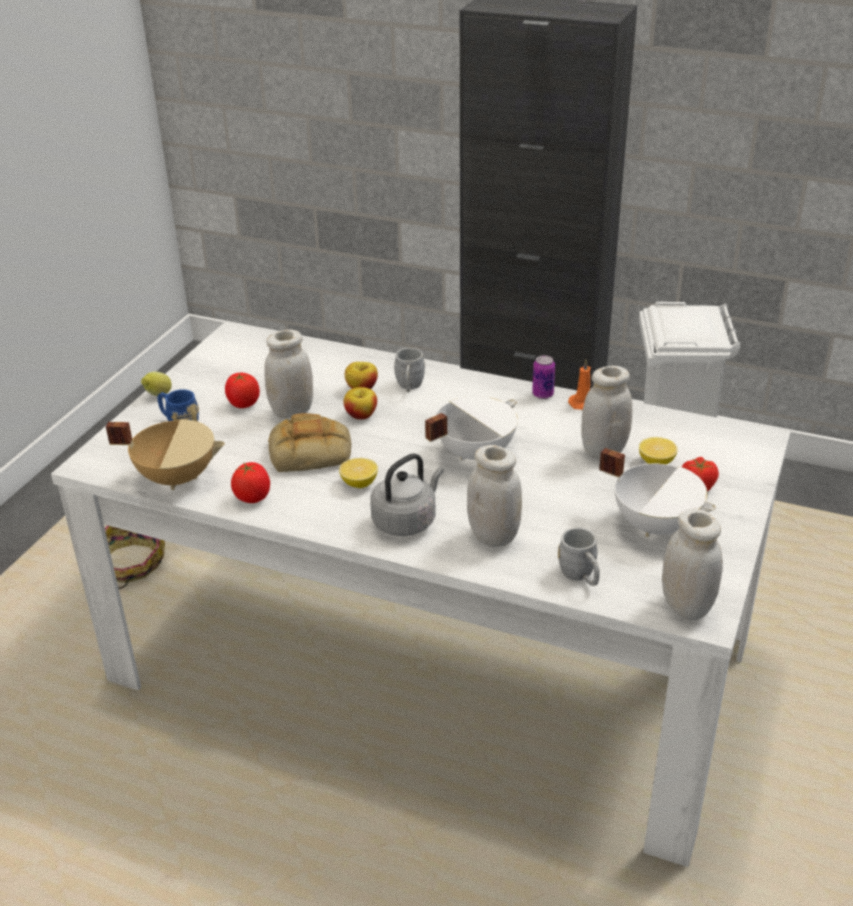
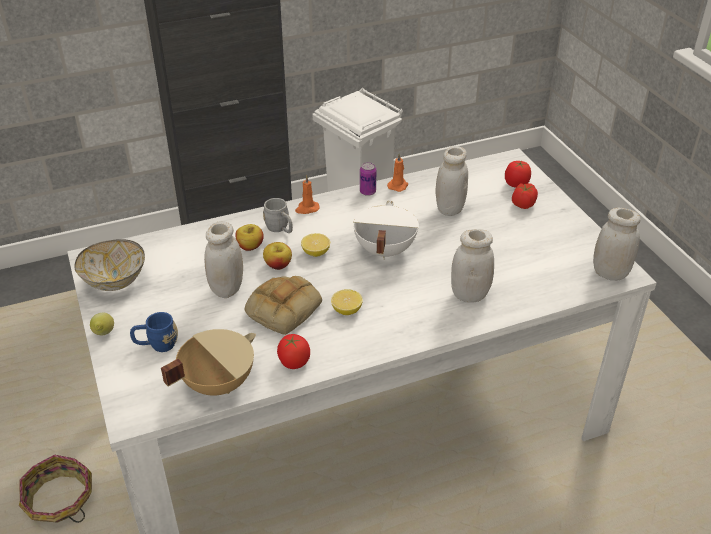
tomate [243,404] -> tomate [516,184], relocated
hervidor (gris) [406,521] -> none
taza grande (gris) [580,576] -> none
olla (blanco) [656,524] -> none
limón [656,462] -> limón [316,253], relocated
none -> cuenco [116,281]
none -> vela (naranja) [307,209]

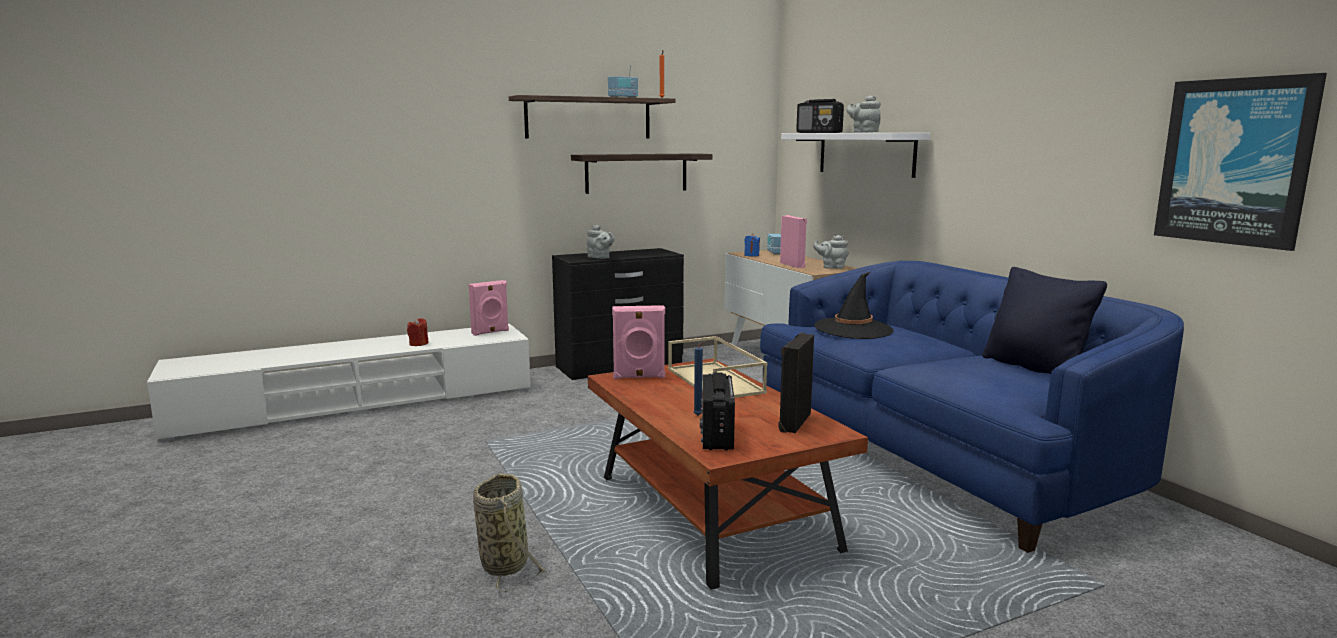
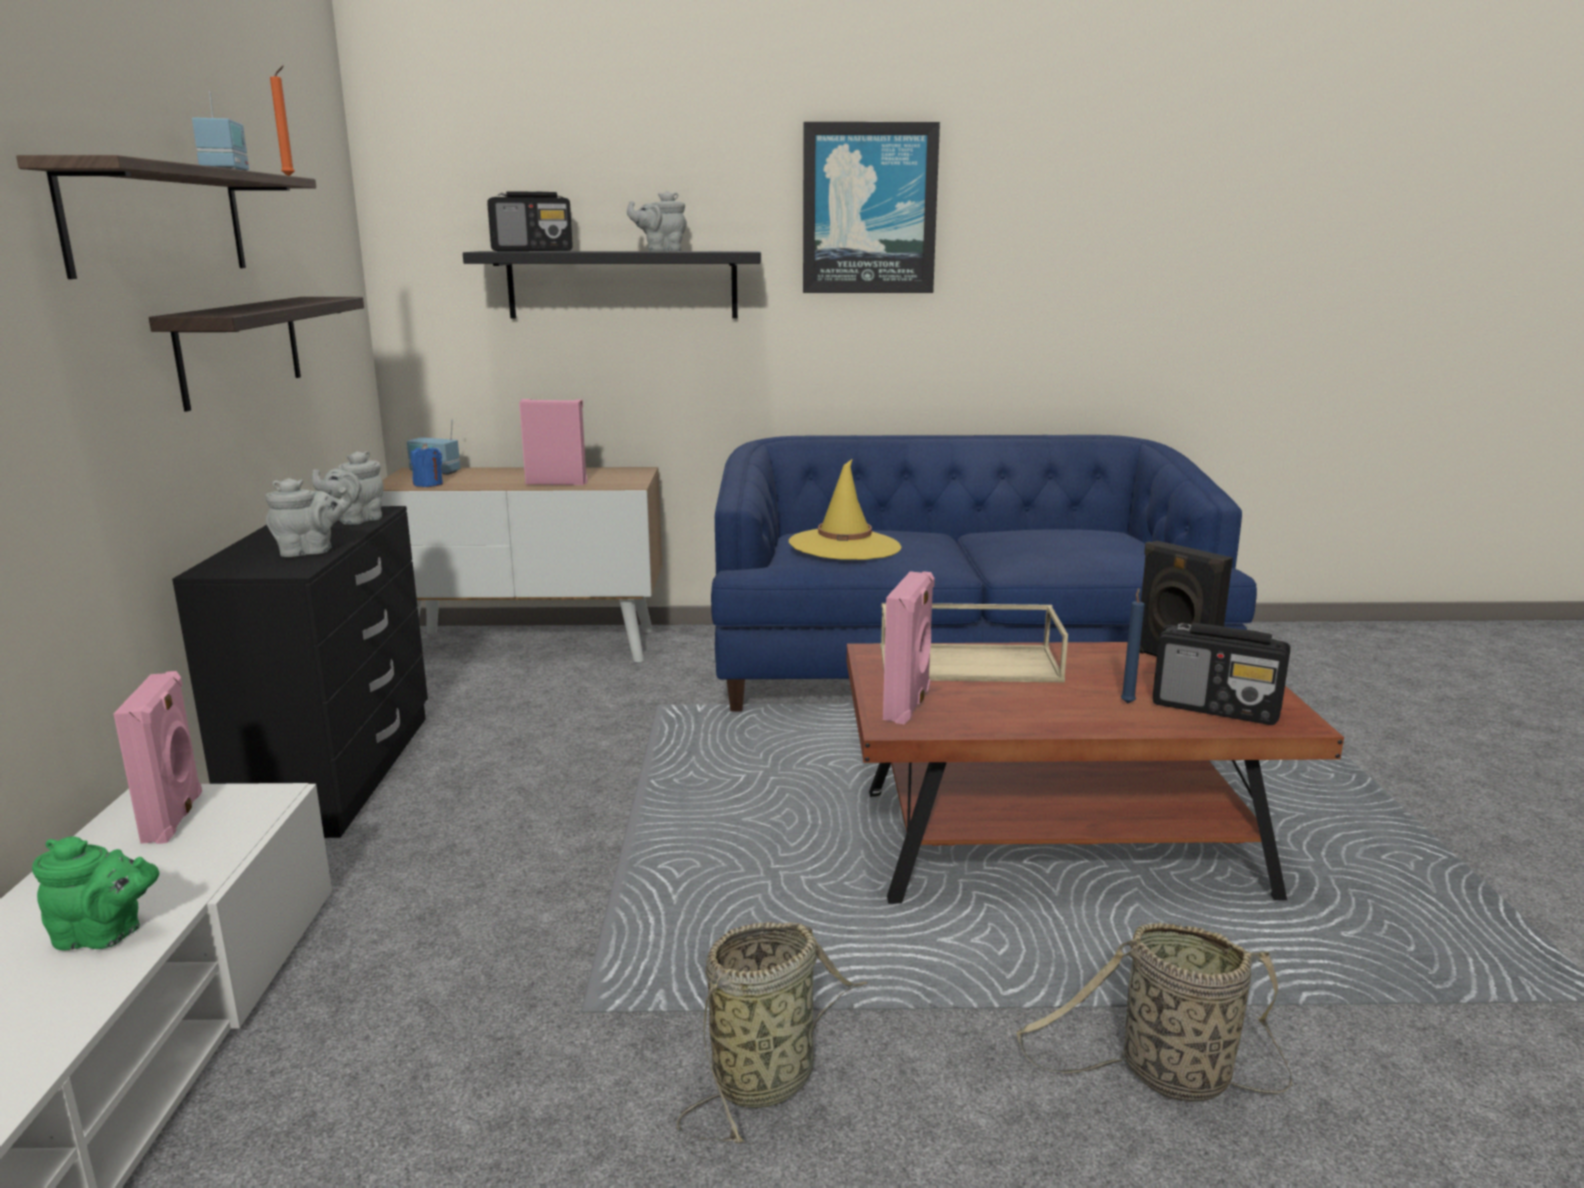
vela (rojo) [418,344] -> tetera (verde) [104,935]
estante (blanco) [865,153] -> estante (negro) [622,285]
tetera (gris) [831,267] -> tetera (gris) [356,520], relocated
sombrero (negro) [853,329] -> sombrero (amarillo) [845,546]
cojín (negro) [1035,368] -> none
cuadro [1234,161] -> cuadro [869,209], relocated
none -> cesta [769,1077]

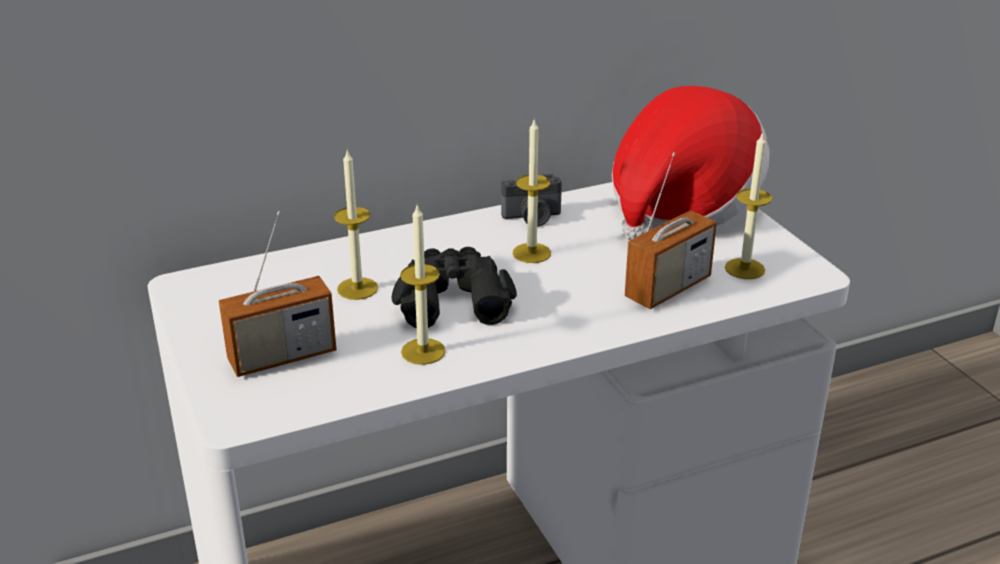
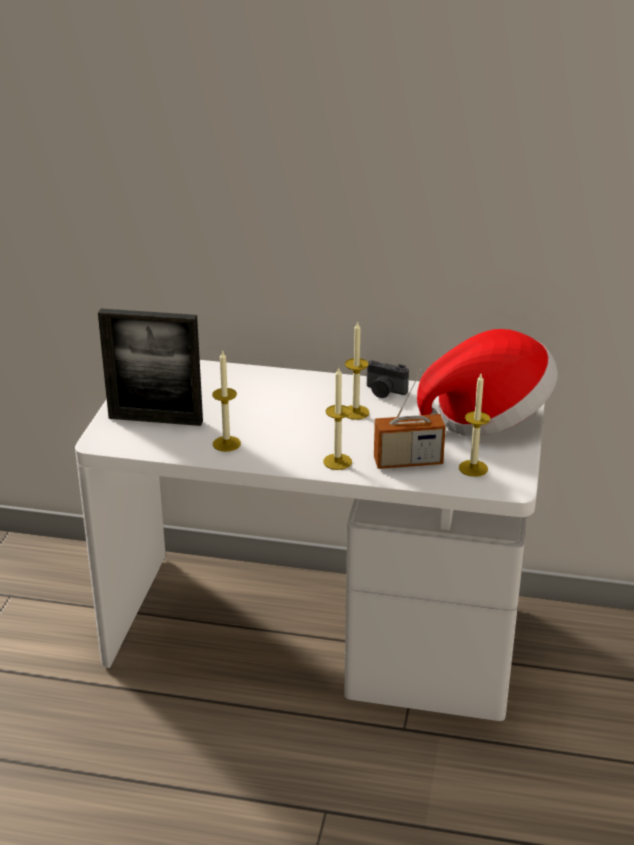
radio [282,357] -> portarretratos [155,419]
vela [357,288] -> vela [337,461], relocated
prismáticos (negro) [453,298] -> none

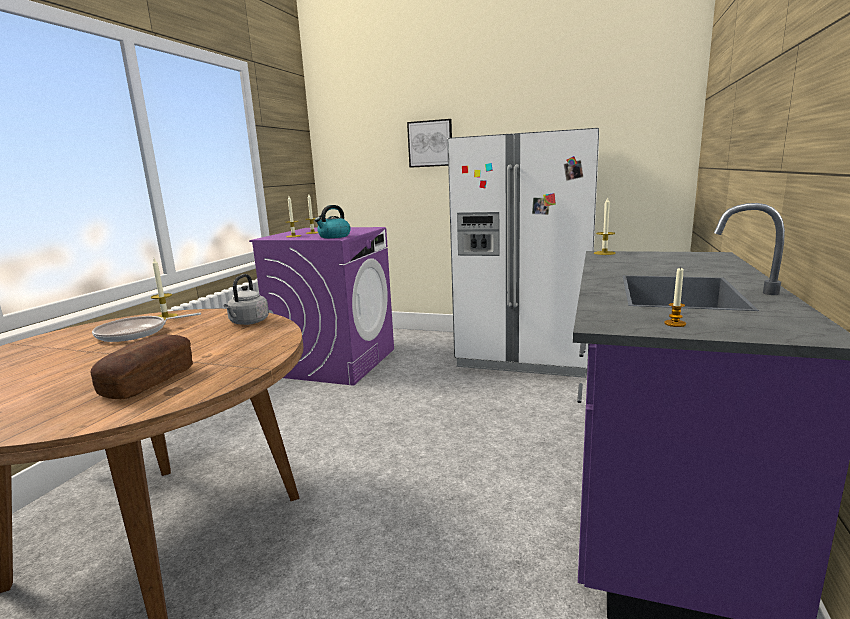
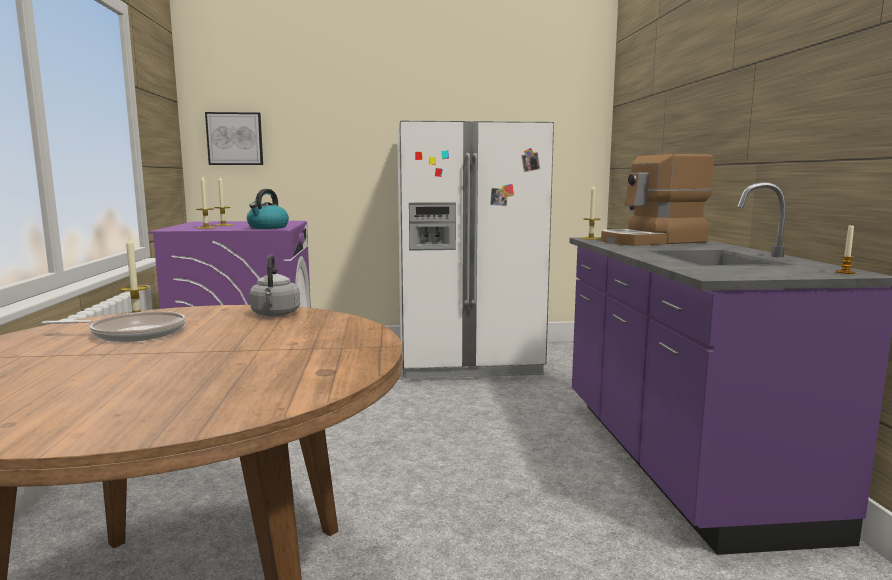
pan [149,382] -> none
sartén [136,333] -> sartén [133,333], 135 degrees counterclockwise
cuadro [430,143] -> cuadro [235,139], relocated
vela [675,324] -> vela [845,272], relocated
none -> cafetera [652,241]

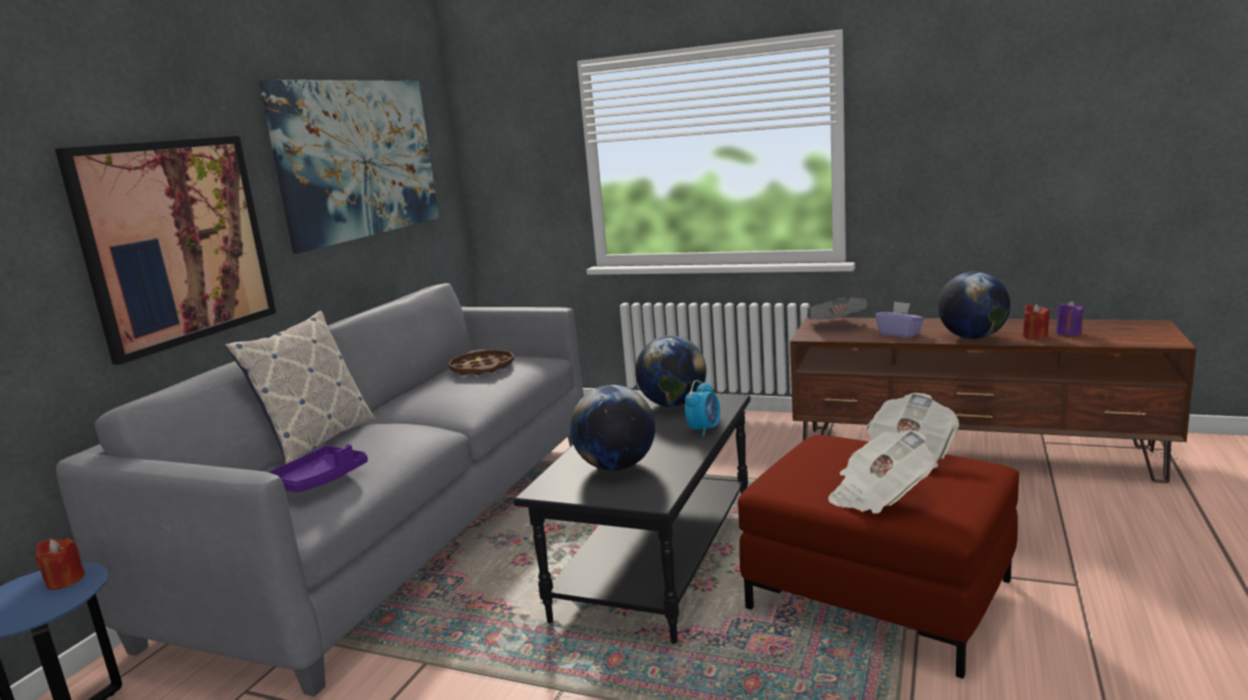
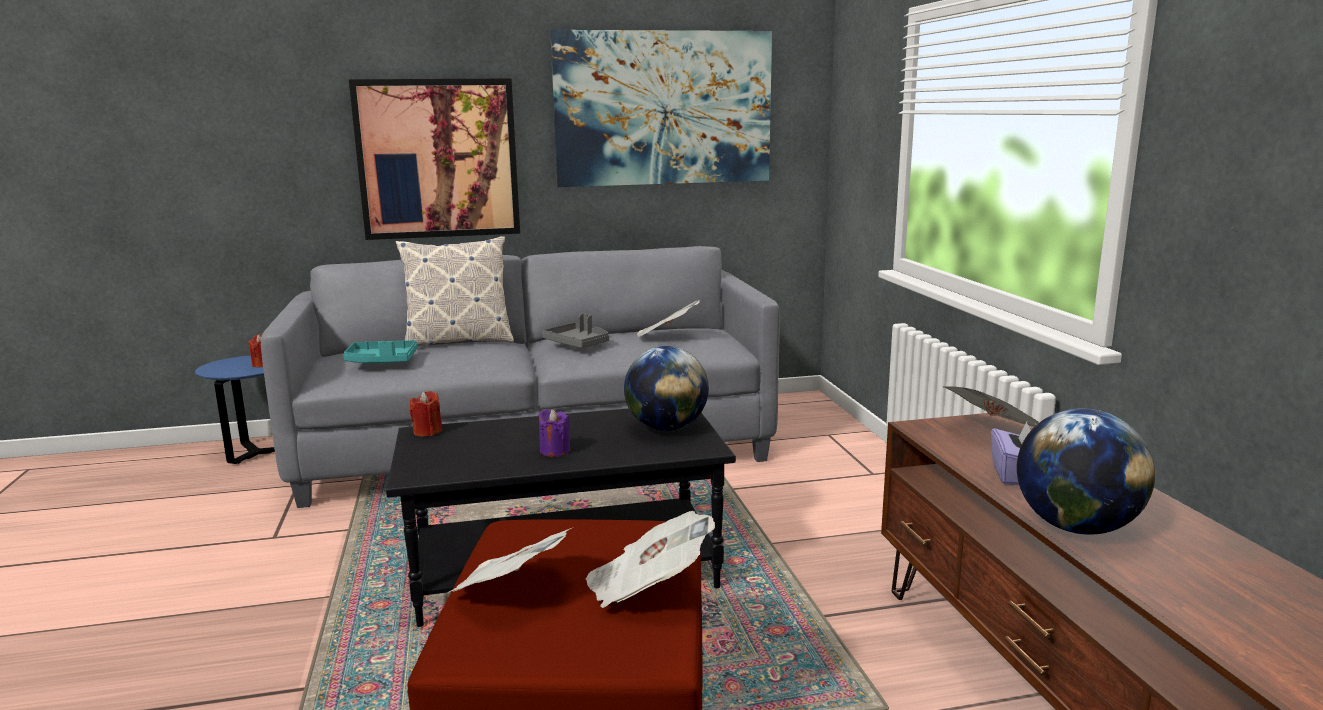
bandeja (morado) [319,480] -> bandeja (turquesa) [382,362]
bandeja (marrón) [482,368] -> periódico [665,337]
globo terráqueo [616,467] -> none
despertador [704,430] -> none
vela (rojo) [1035,336] -> vela (rojo) [427,431], relocated
vela (morado) [1068,333] -> vela (morado) [555,451], relocated
none -> bandeja (gris) [578,344]

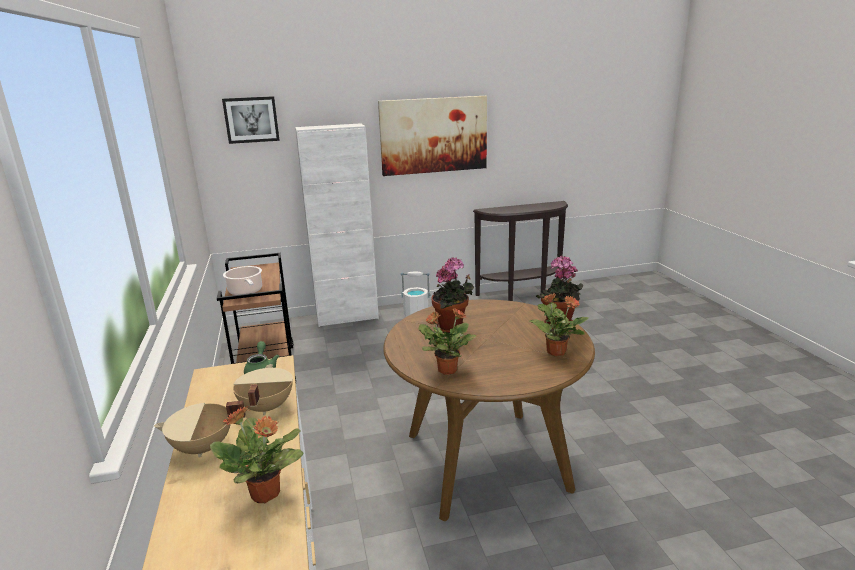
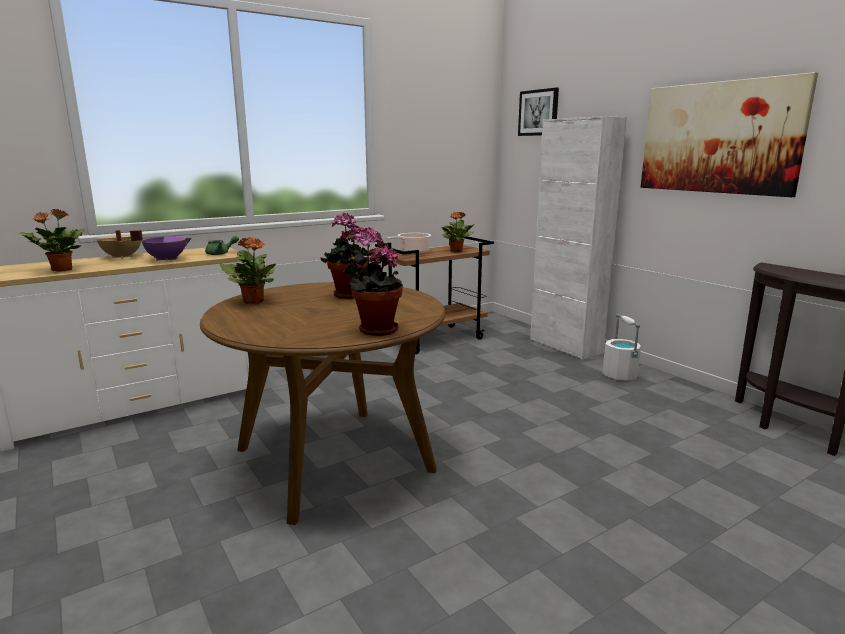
olla (beis) [265,407] -> olla (morado) [166,259]
planta en maceta [555,351] -> planta en maceta [456,251], relocated

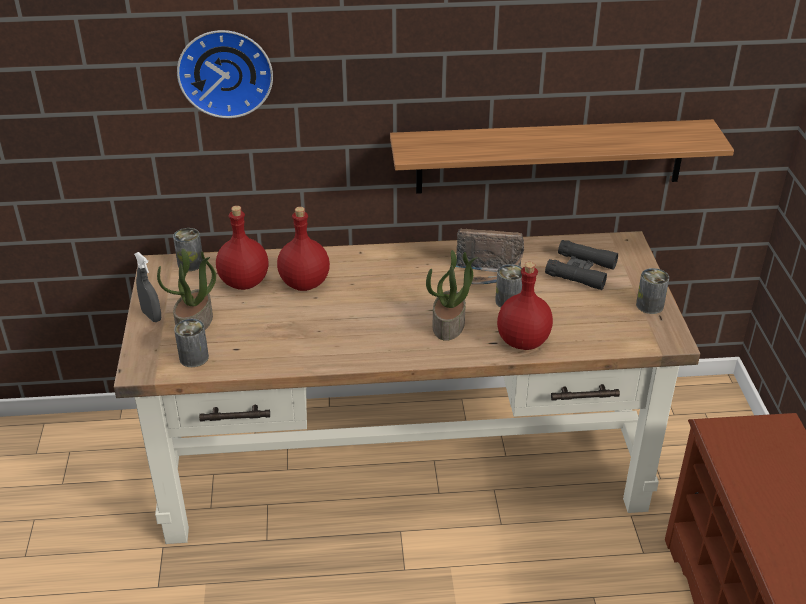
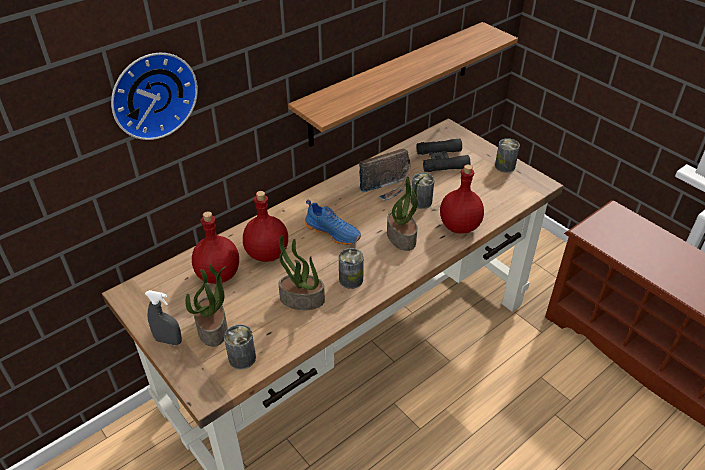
lata [190,263] -> lata [351,279], relocated
none -> planta en maceta [301,300]
none -> zapato (azul) [333,232]

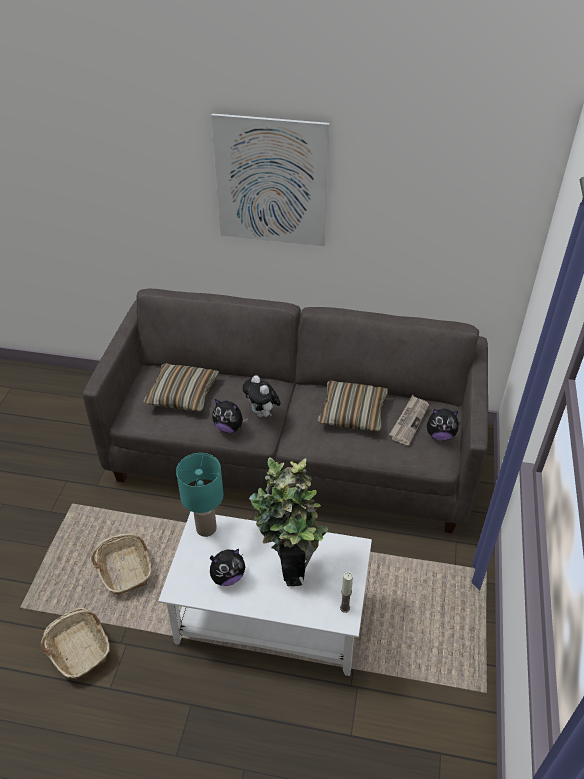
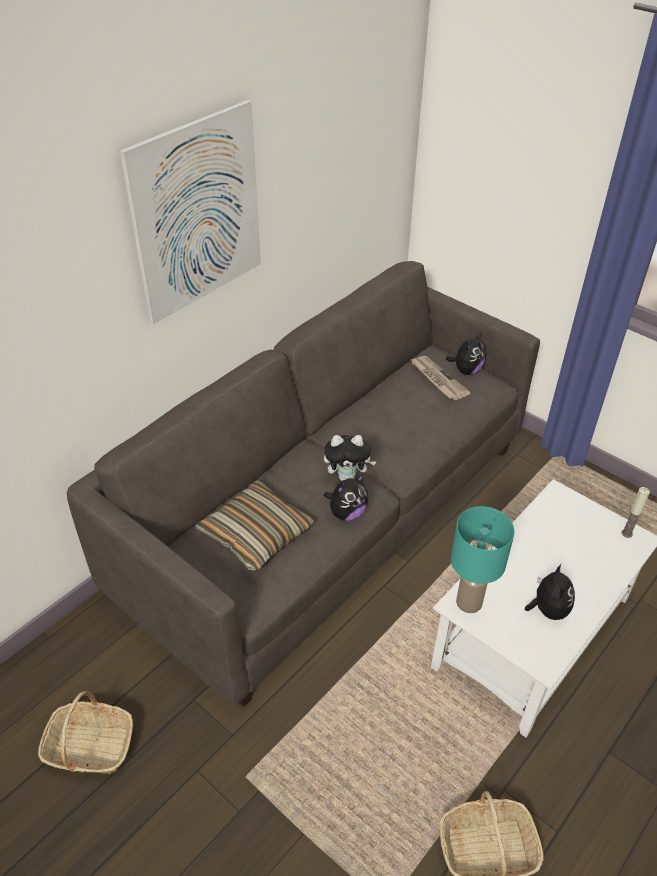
cesta [125,569] -> cesta [90,747], relocated
planta en maceta [290,562] -> none
cojín [352,413] -> none

